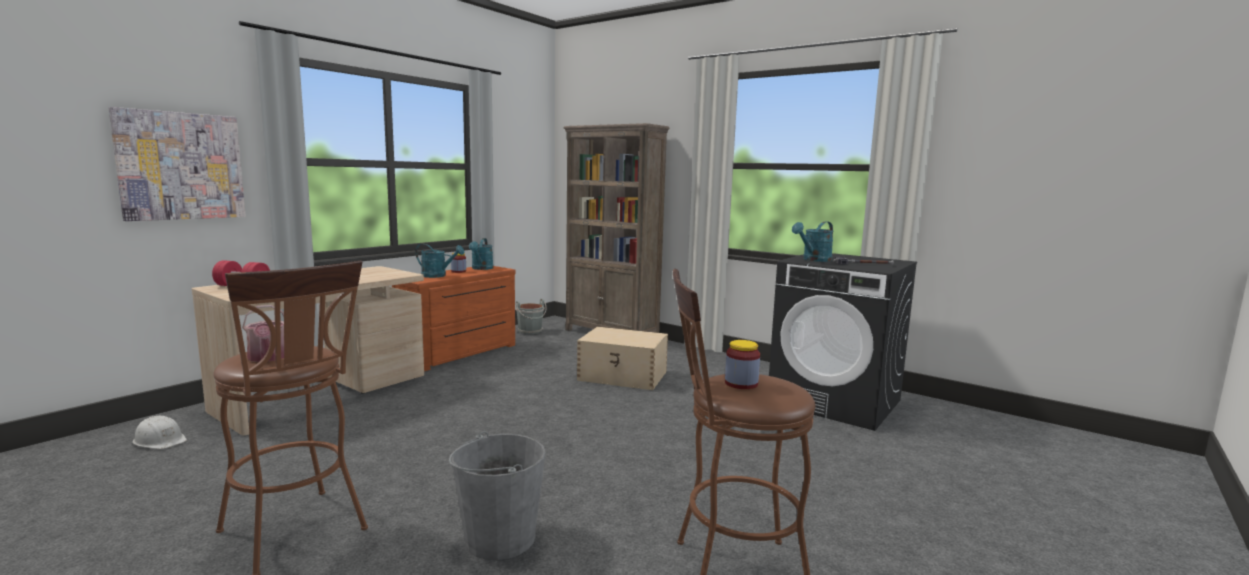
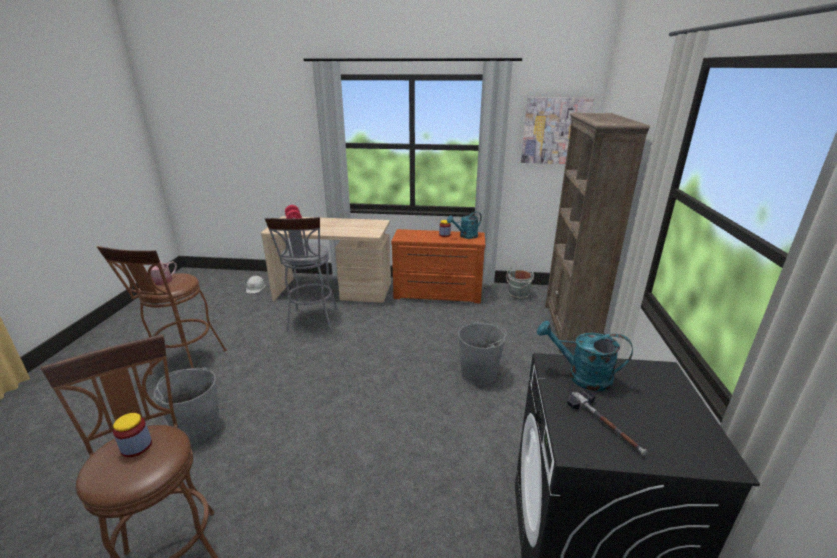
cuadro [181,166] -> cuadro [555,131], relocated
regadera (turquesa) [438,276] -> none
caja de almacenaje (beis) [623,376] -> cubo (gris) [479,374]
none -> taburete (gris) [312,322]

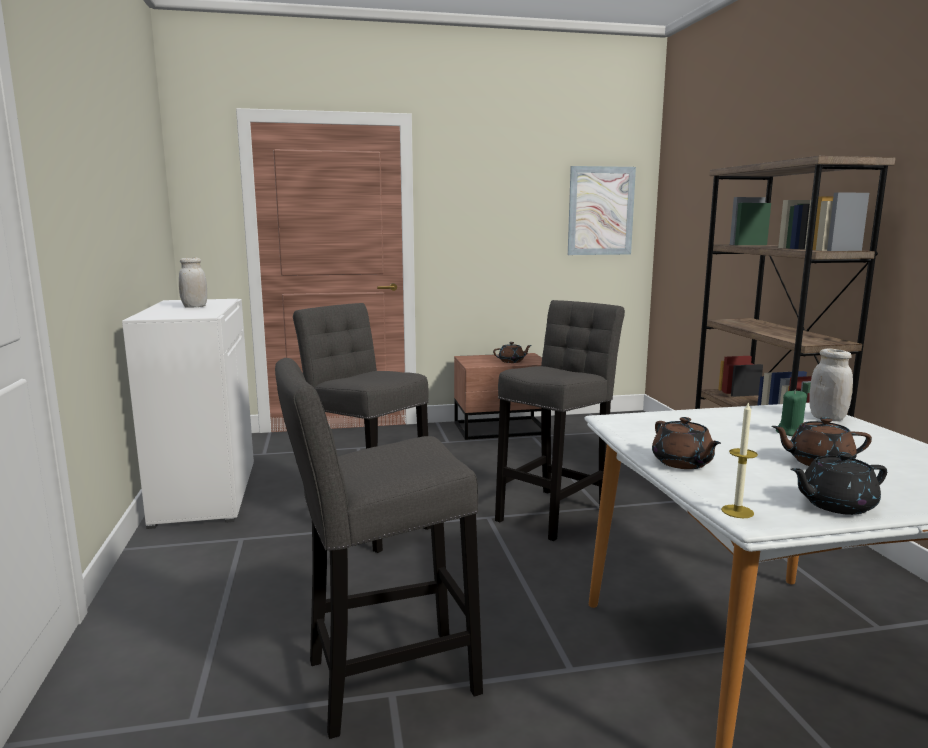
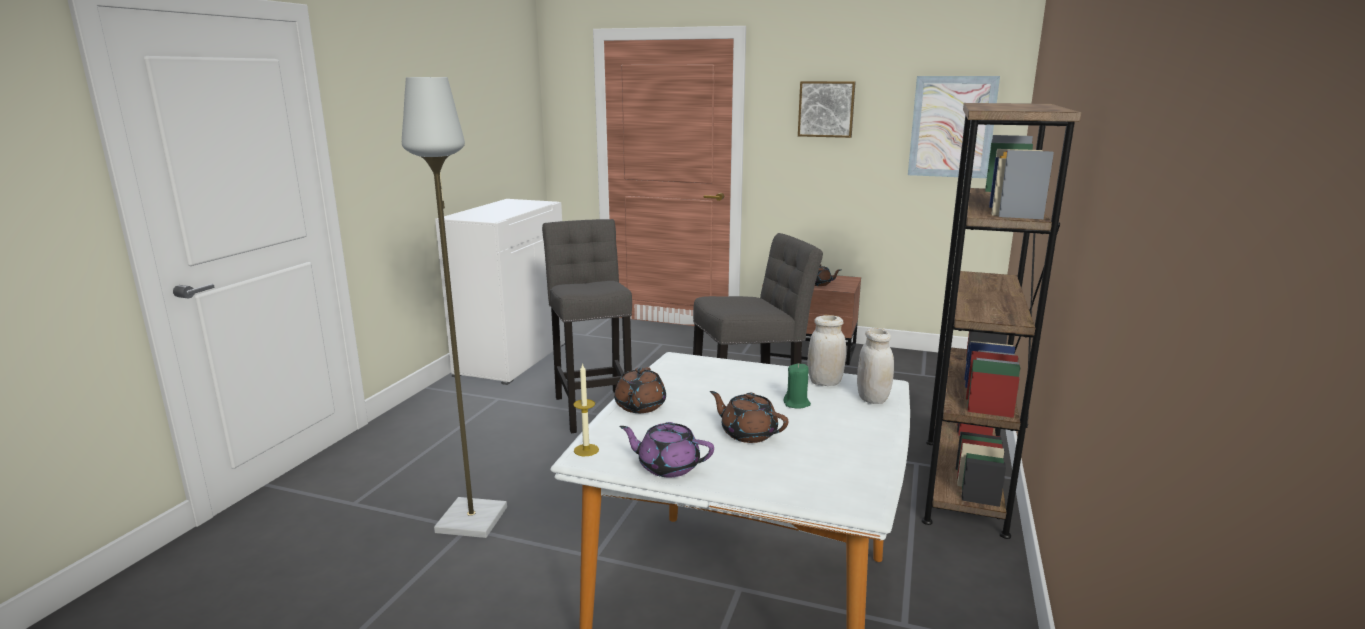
tarro (blanco) [194,306] -> tarro (blanco) [825,382], relocated
taburete (gris) [382,681] -> lámpara de pie (gris) [471,519]
tetera (negro) [835,505] -> tetera (morado) [667,466]
none -> cuadro [826,109]

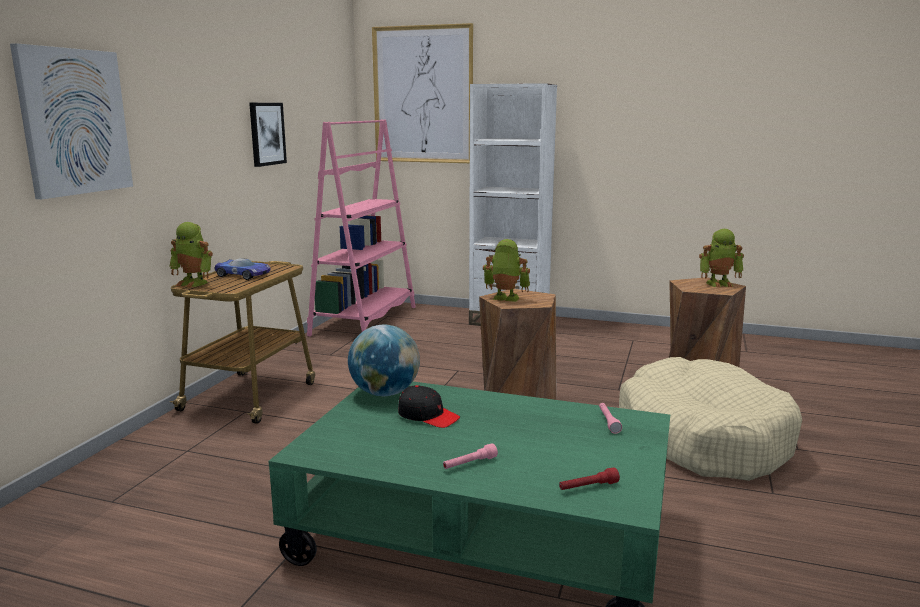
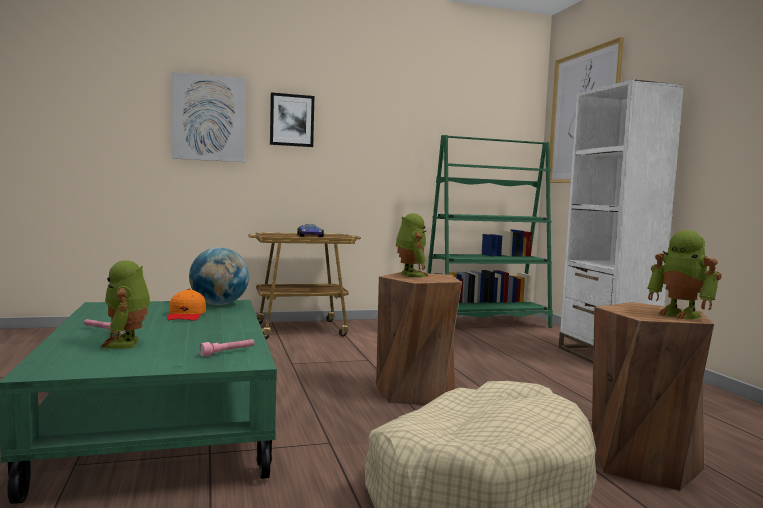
robot de juguete [194,283] -> robot de juguete [126,344], relocated
cuadro [267,134] -> cuadro [291,120], relocated
estantería (rosa) [365,321] -> estantería (verde) [486,323]
gorra (negro) [428,416] -> gorra (naranja) [186,315]
linterna (rojo) [588,487] -> none

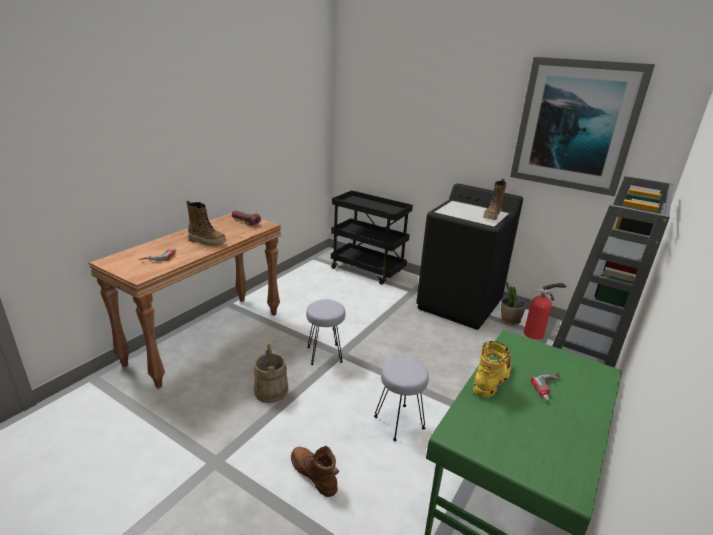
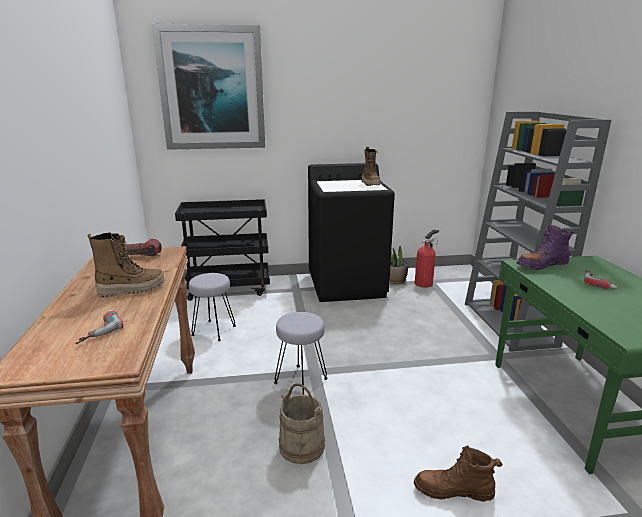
taburete (gris) [399,421] -> taburete (gris) [213,330], relocated
bota (amarillo) [492,377] -> none
cuadro [575,125] -> cuadro [212,89], relocated
none -> bota (morado) [542,265]

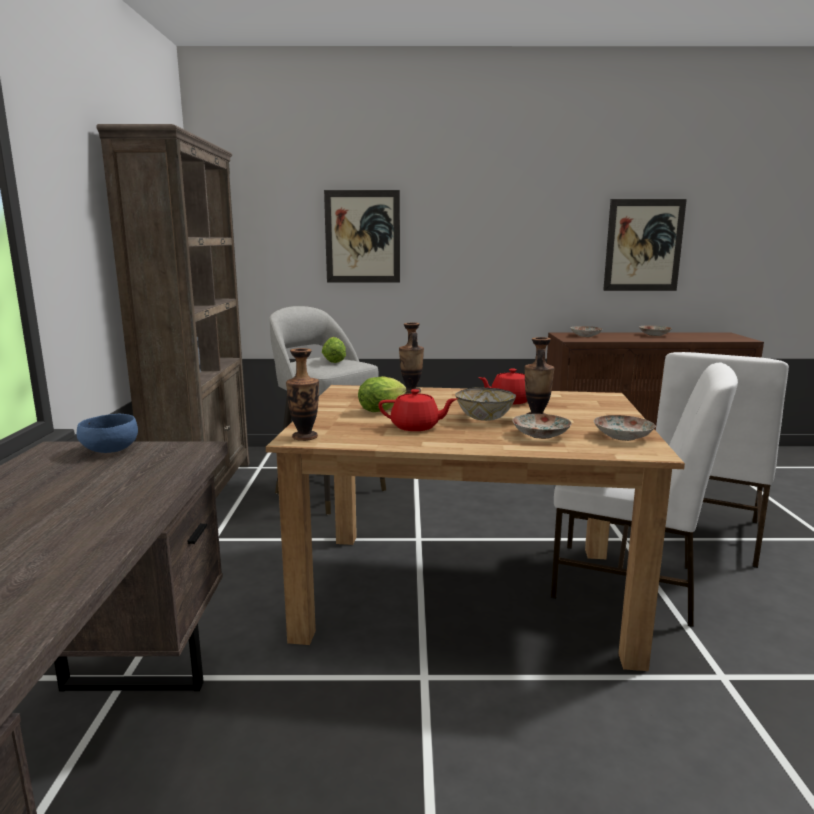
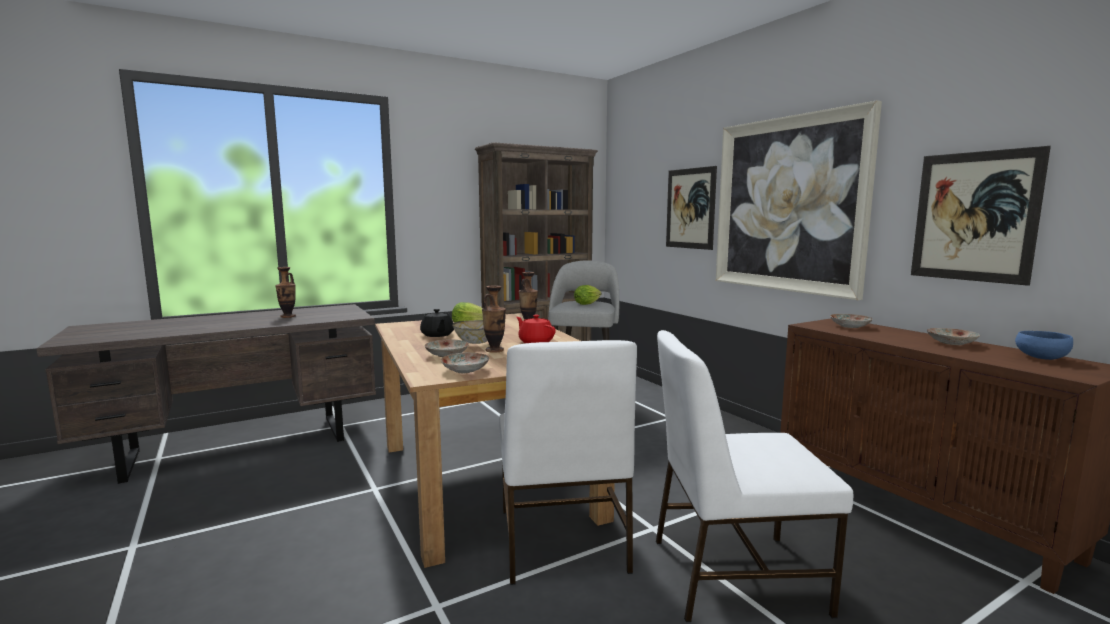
cuenco (azul) [109,451] -> cuenco (azul) [1040,358], relocated
florero [305,437] -> florero [288,316], relocated
tetera (rojo) [416,427] -> tetera (negro) [437,335]
none -> cuadro [788,205]

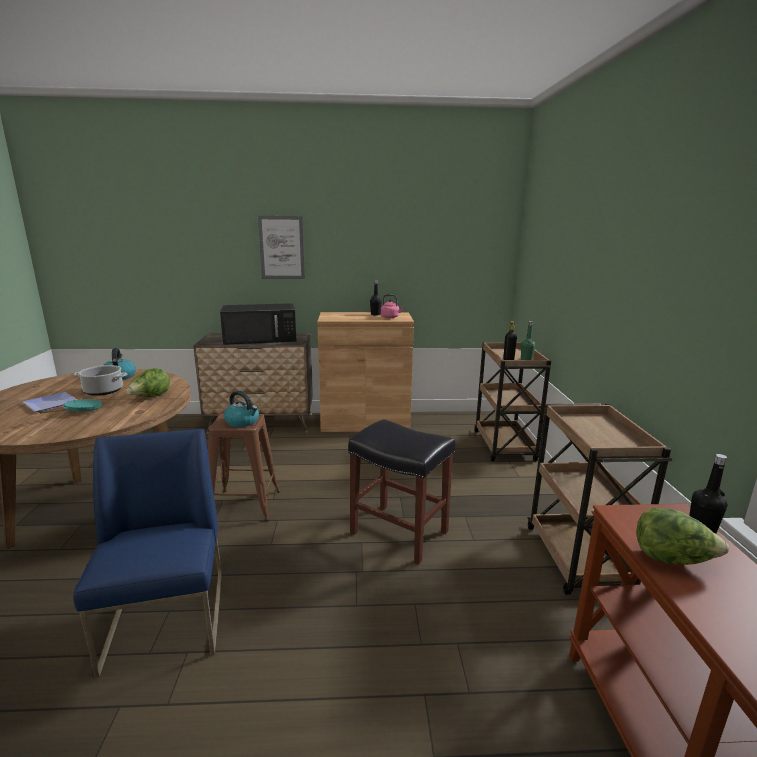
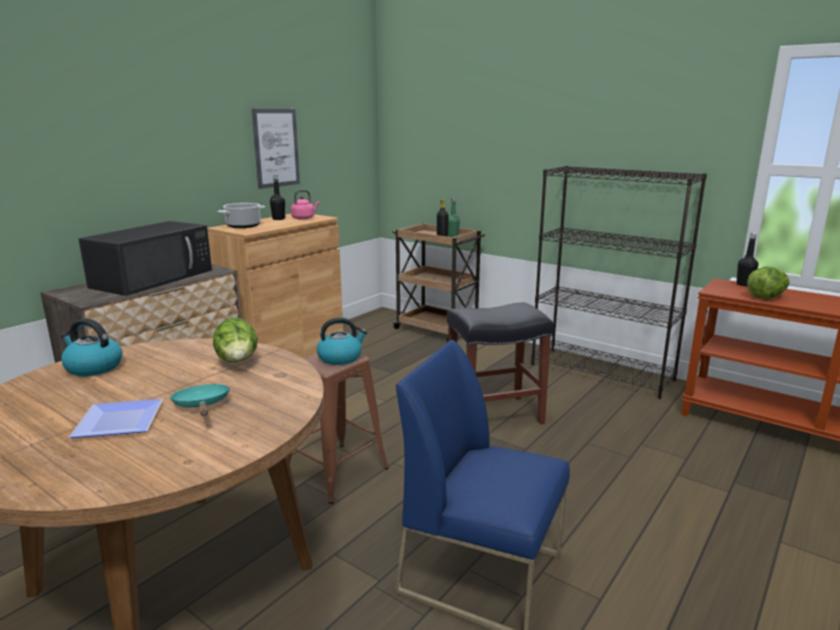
olla [103,391] -> olla [243,226], relocated
cuadro [282,247] -> cuadro [276,148], relocated
carrito (marrón) [578,560] -> estantería (negro) [602,372]

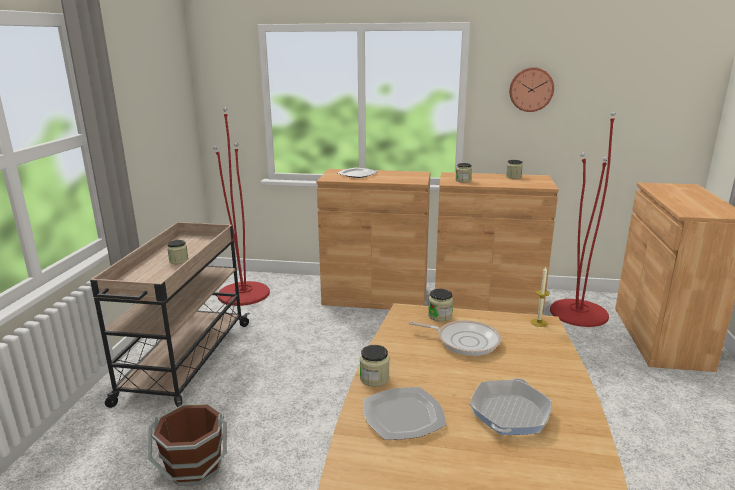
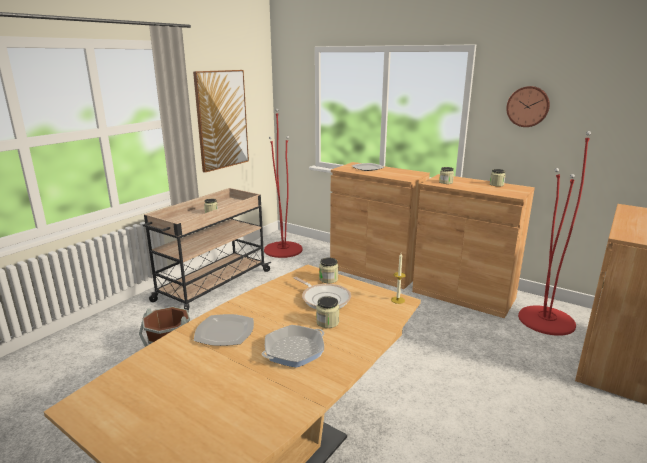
tarro [374,378] -> tarro [327,322], relocated
none -> cuadro [222,120]

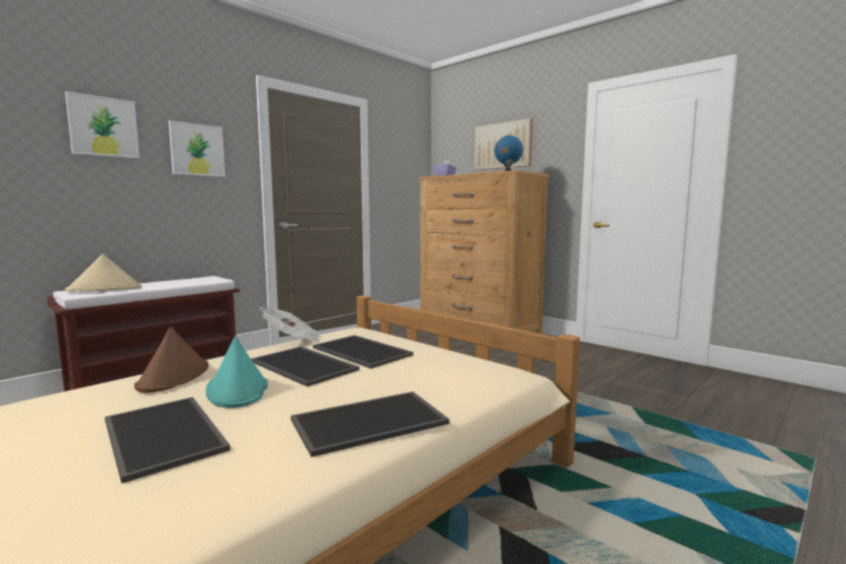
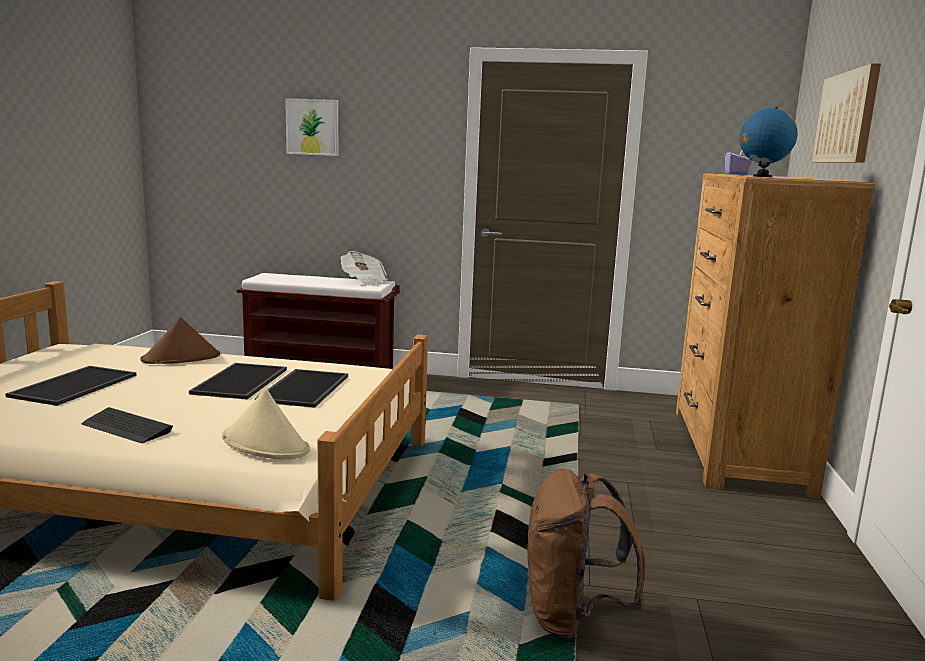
sombrero (beis) [105,289] -> sombrero (beis) [266,444], relocated
cuadro [197,150] -> none
sombrero (turquesa) [238,389] -> none
periódico [293,340] -> periódico [363,281], relocated
bandeja [370,420] -> teclado [126,427]
none -> mochila (marrón) [572,617]

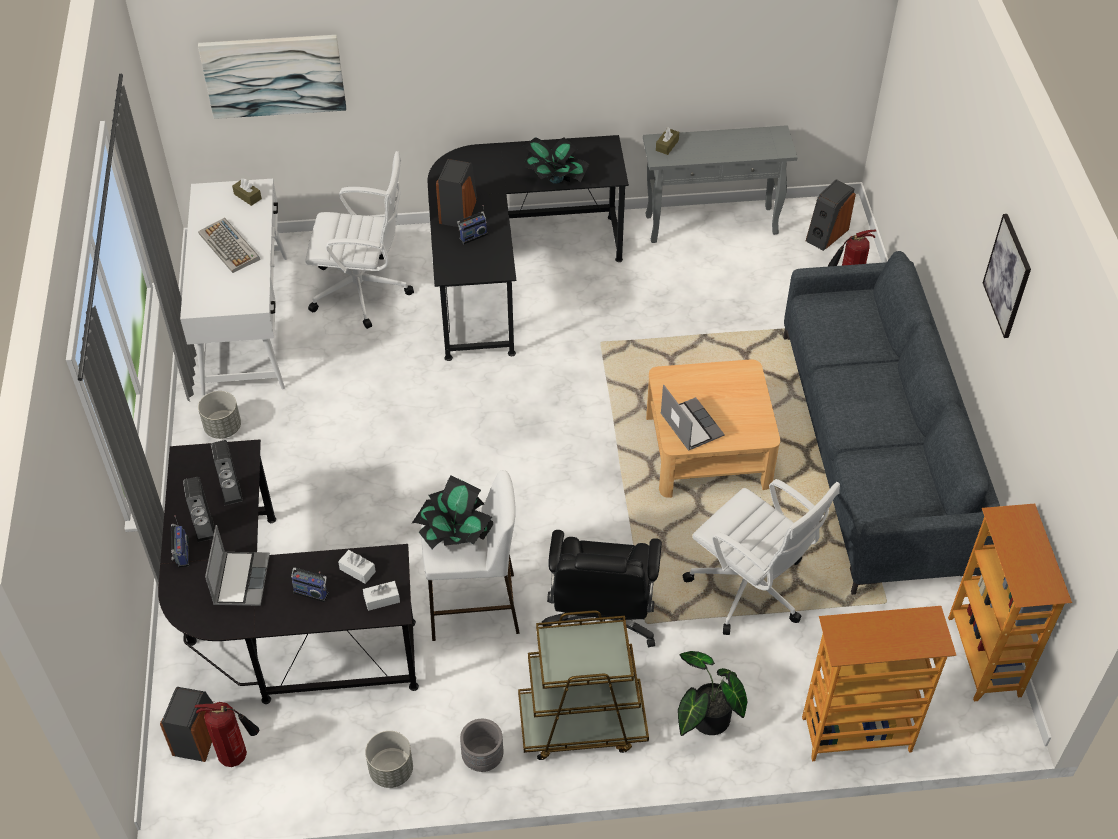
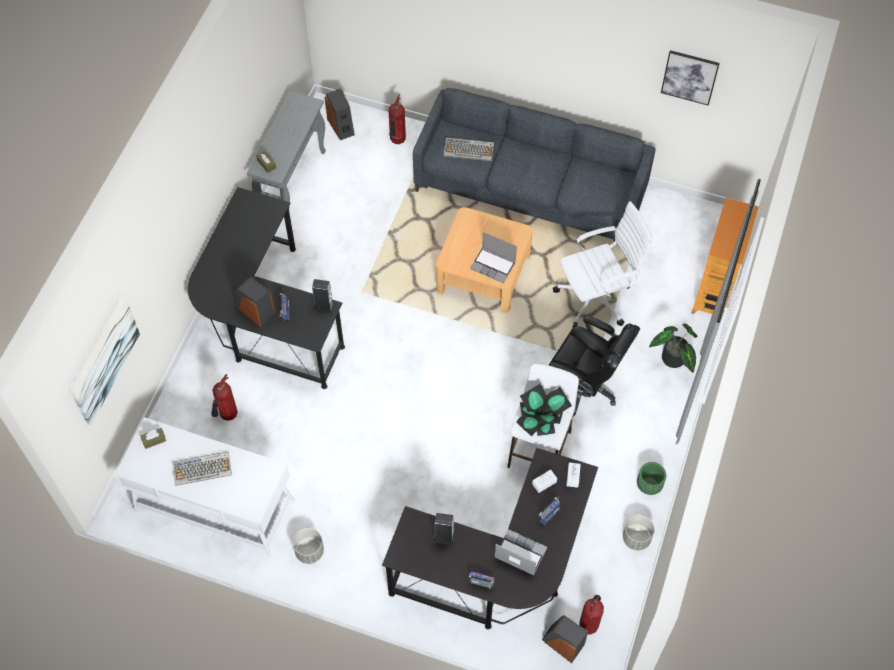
altavoz [205,529] -> altavoz [324,307], relocated
silla de oficina (blanco) [363,291] -> extintor [228,416]
maceta (gris) [482,758] -> maceta (verde) [649,485]
carrito (marrón) [581,724] -> none
planta en maceta [555,179] -> none
portátil [690,425] -> portátil [493,265], 150 degrees counterclockwise
estantería [985,656] -> none
cuadro [1008,276] -> cuadro [689,77], relocated
none -> teclado [469,149]

